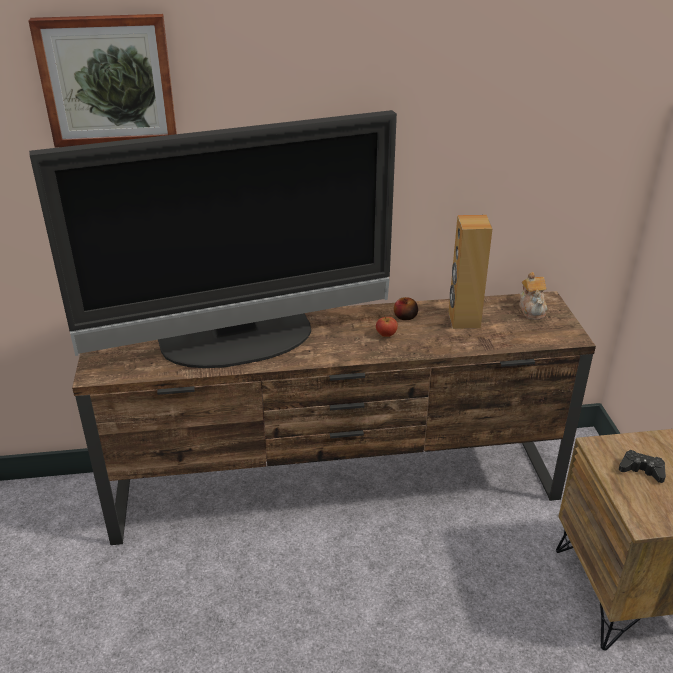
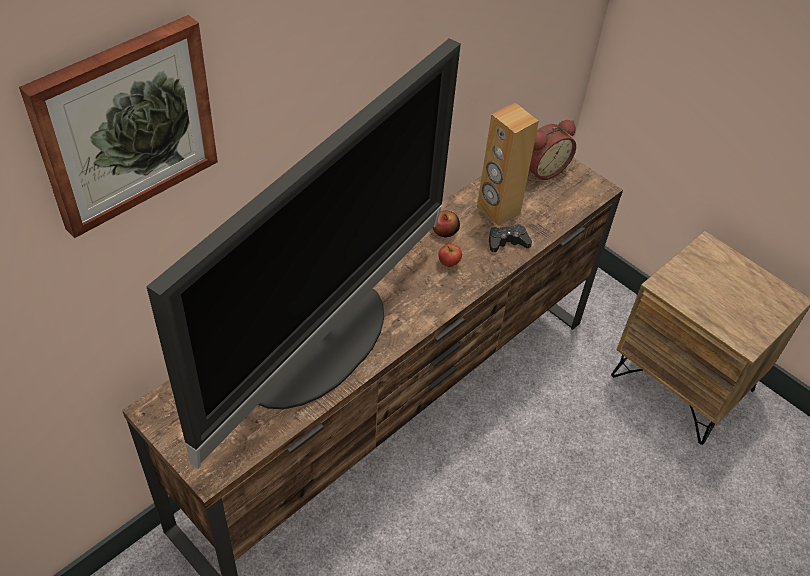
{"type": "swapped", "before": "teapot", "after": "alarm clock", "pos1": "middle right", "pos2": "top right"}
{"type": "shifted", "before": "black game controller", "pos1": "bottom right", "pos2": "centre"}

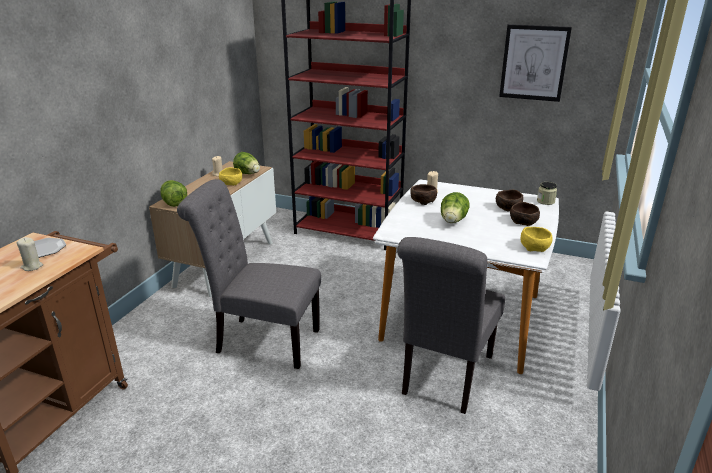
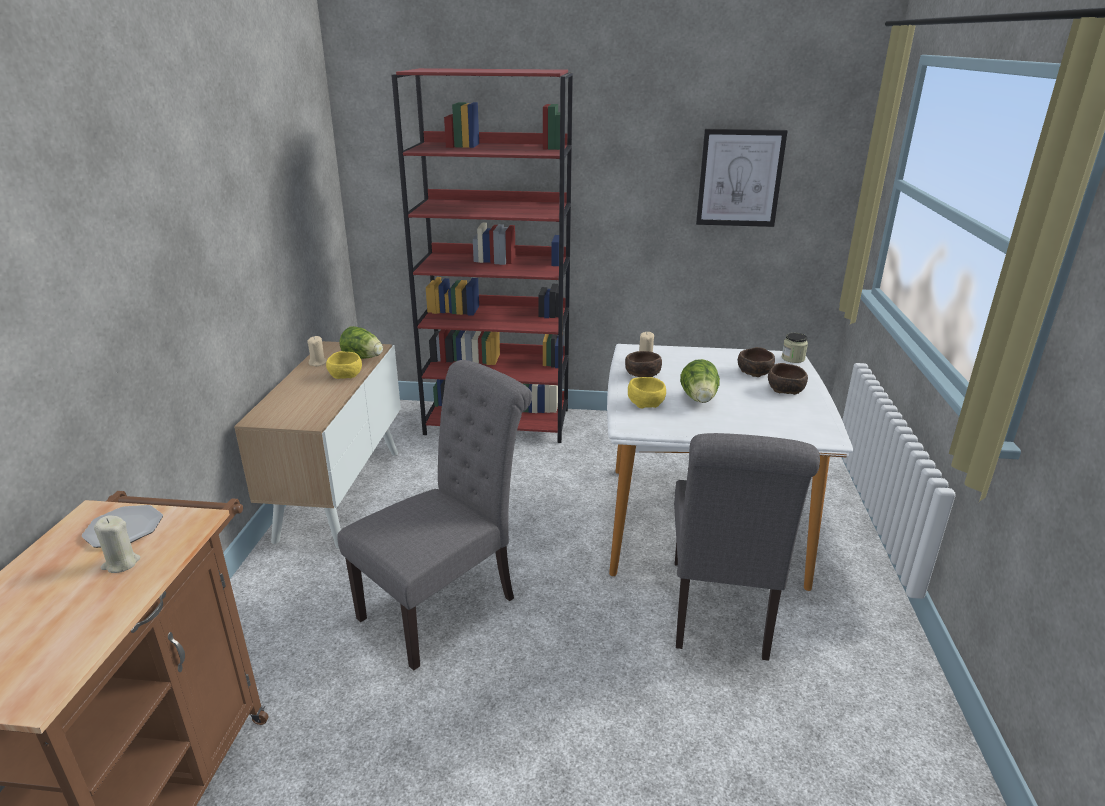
{"type": "gone", "before": "lettuce (no. 1 from left)", "pos1": "middle left"}
{"type": "rotated", "before": "grey chair (no. 1 from left)", "pos1": "centre", "pos2": "centre", "turn": 135}
{"type": "shifted", "before": "yellow bowl (no. 2 from left)", "pos1": "middle right", "pos2": "centre"}

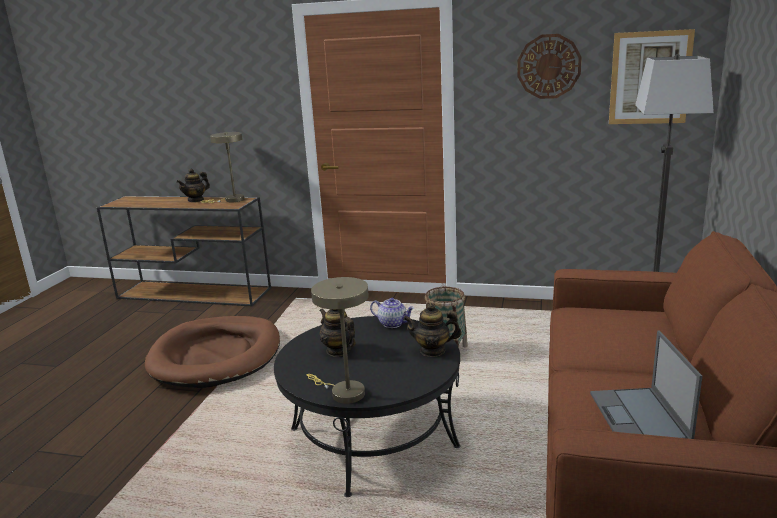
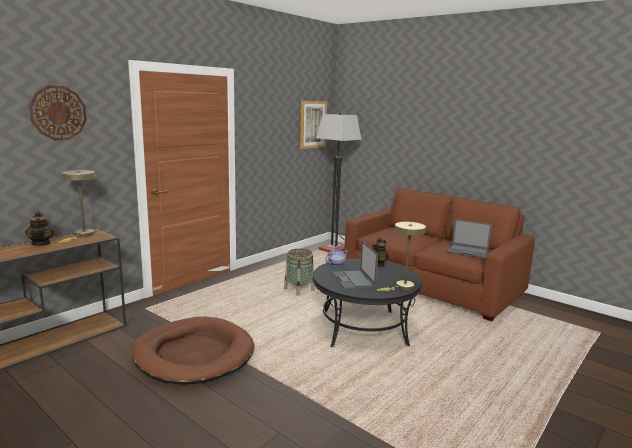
{"type": "swapped", "before": "teapot (no. 2 from left)", "after": "laptop (no. 1 from left)", "pos1": "centre", "pos2": "centre"}
{"type": "shifted", "before": "wall clock", "pos1": "top right", "pos2": "top left"}

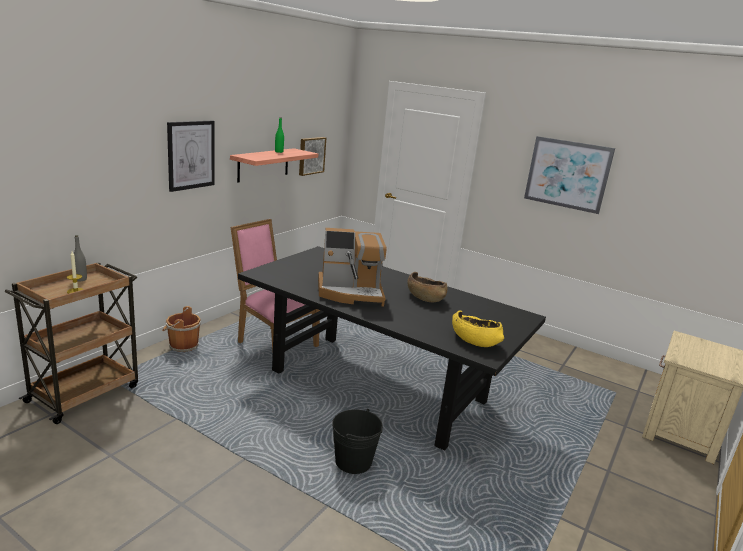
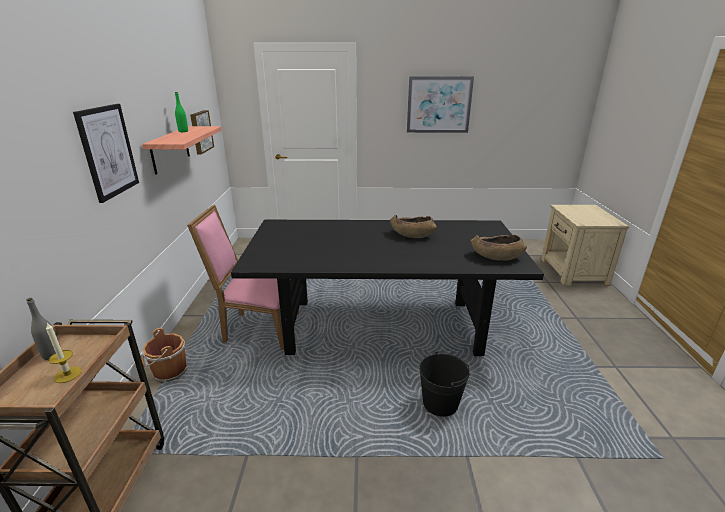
{"type": "gone", "before": "coffee machine", "pos1": "centre"}
{"type": "repainted", "before": "yellow bowl", "after": "brown bowl (no. 2 from left)", "pos1": "centre", "pos2": "middle right"}

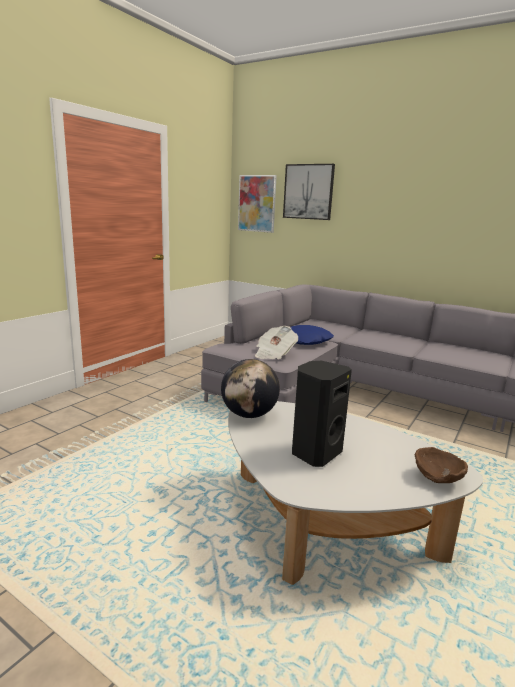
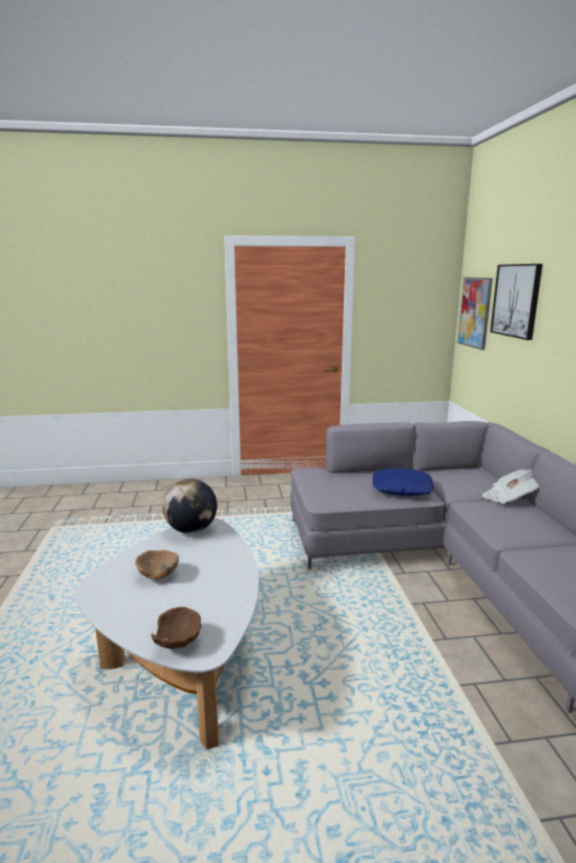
{"type": "shifted", "before": "newspaper", "pos1": "centre", "pos2": "middle right"}
{"type": "swapped", "before": "black speaker", "after": "brown bowl (no. 1 from left)", "pos1": "centre", "pos2": "middle left"}

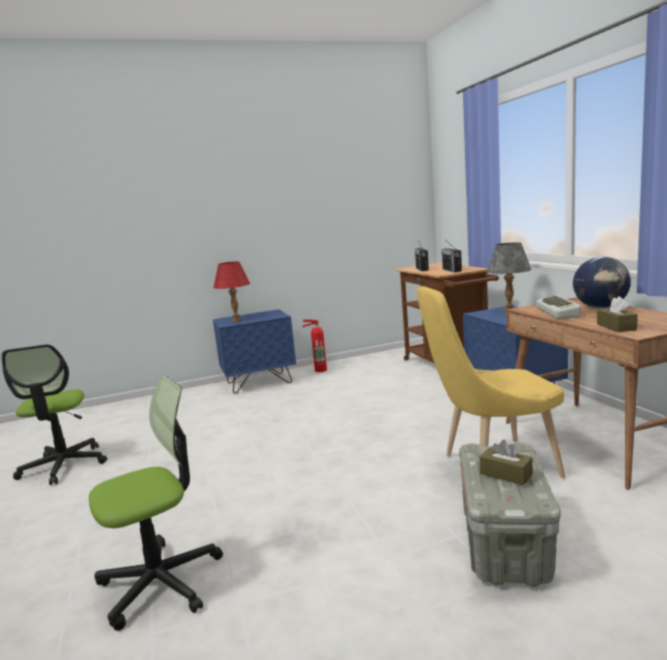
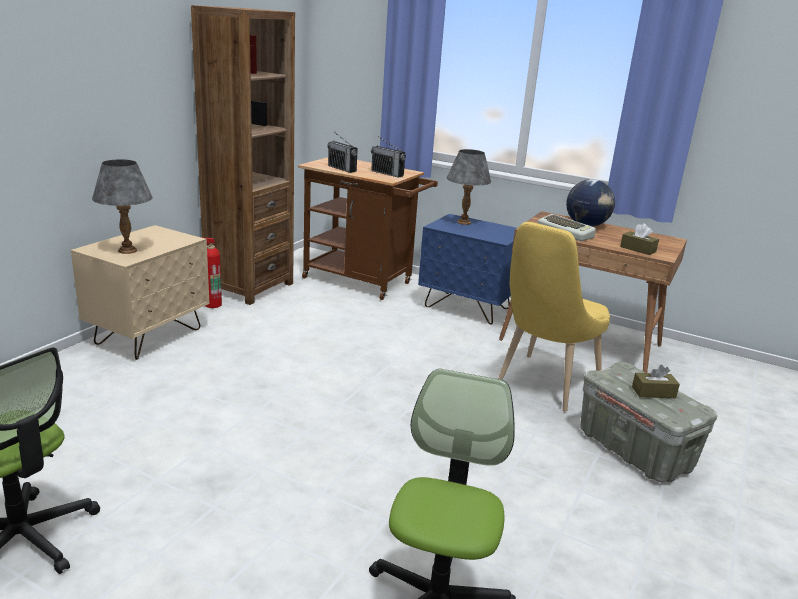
{"type": "repainted", "before": "blue nightstand (no. 1 from left)", "after": "beige nightstand", "pos1": "centre", "pos2": "middle left"}
{"type": "repainted", "before": "red table lamp", "after": "grey table lamp (no. 1 from left)", "pos1": "centre", "pos2": "middle left"}
{"type": "new", "after": "brown bookcase", "pos2": "top left"}

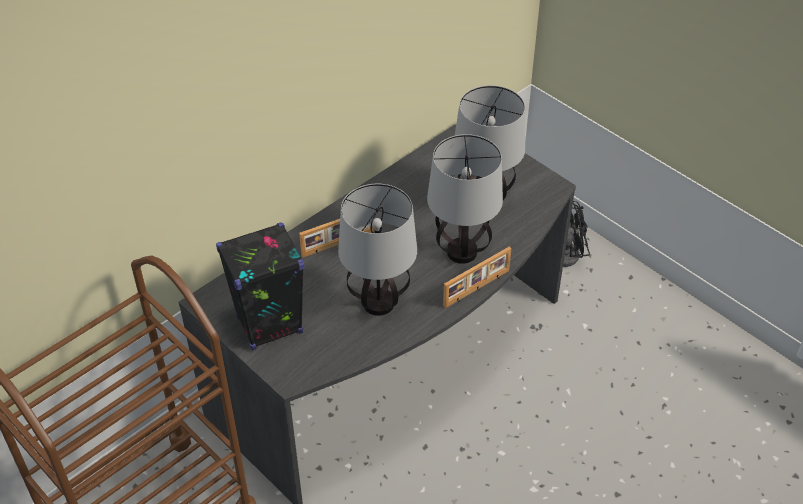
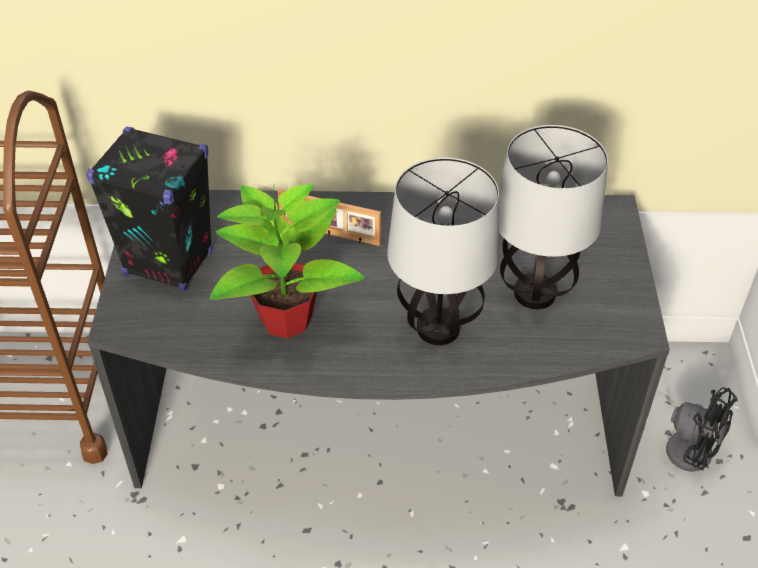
{"type": "swapped", "before": "table lamp (no. 1 from left)", "after": "potted plant", "pos1": "centre", "pos2": "centre"}
{"type": "gone", "before": "picture frame (no. 2 from left)", "pos1": "centre"}

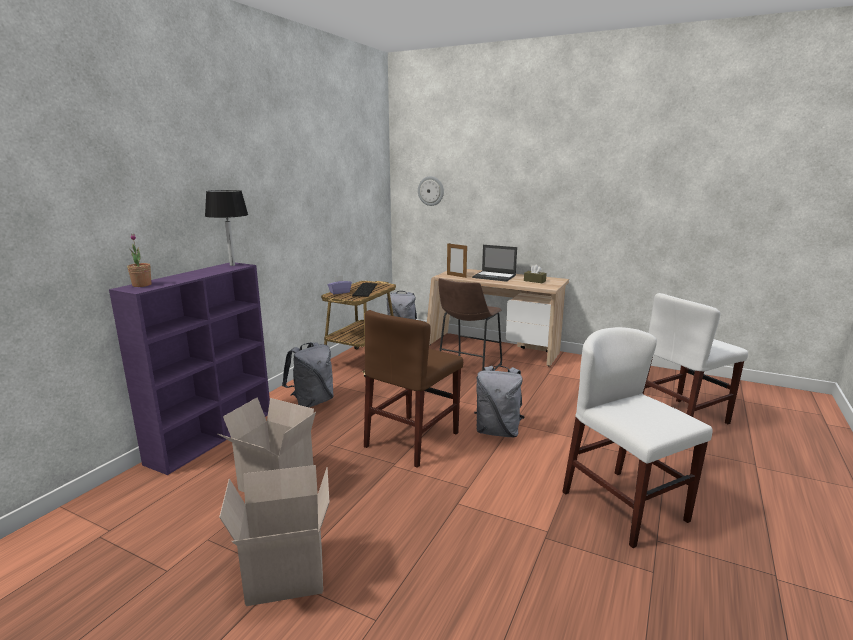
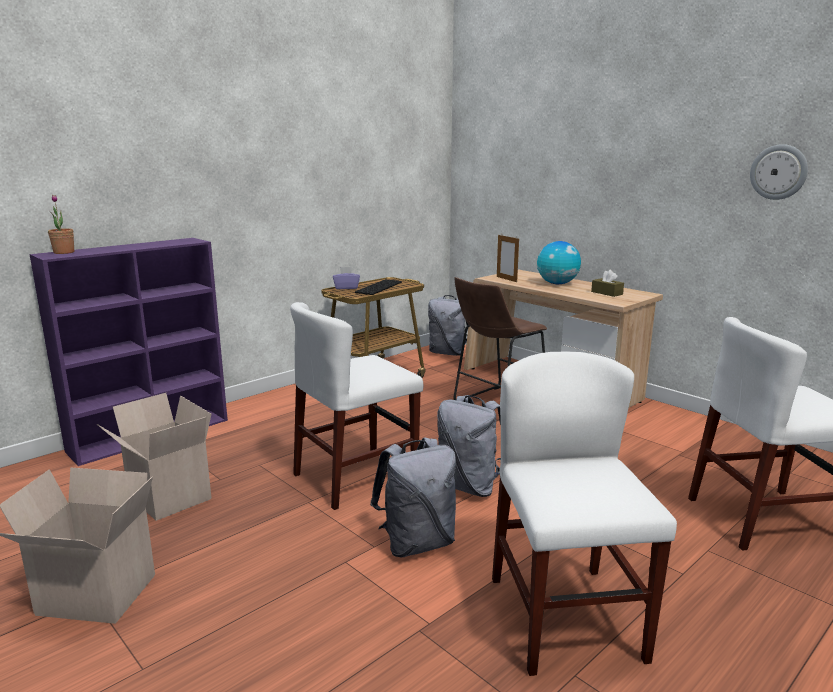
{"type": "gone", "before": "black table lamp", "pos1": "middle left"}
{"type": "shifted", "before": "grey backpack (no. 1 from left)", "pos1": "centre", "pos2": "bottom centre"}
{"type": "repainted", "before": "brown chair", "after": "white chair (no. 1 from left)", "pos1": "centre", "pos2": "centre"}
{"type": "shifted", "before": "wall clock", "pos1": "top centre", "pos2": "top right"}
{"type": "swapped", "before": "laptop", "after": "globe", "pos1": "centre", "pos2": "middle right"}

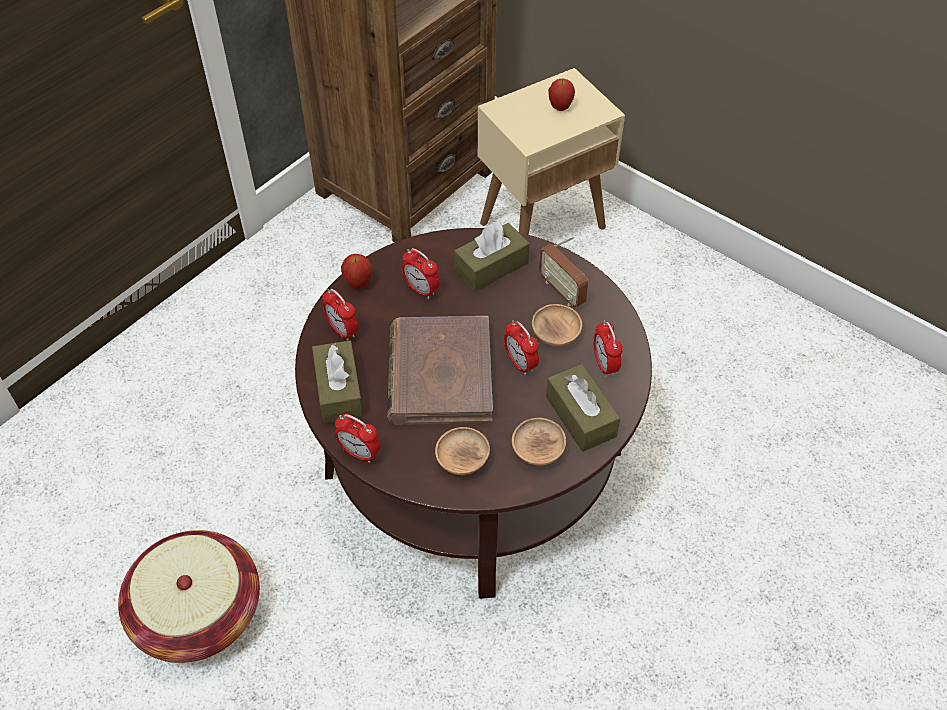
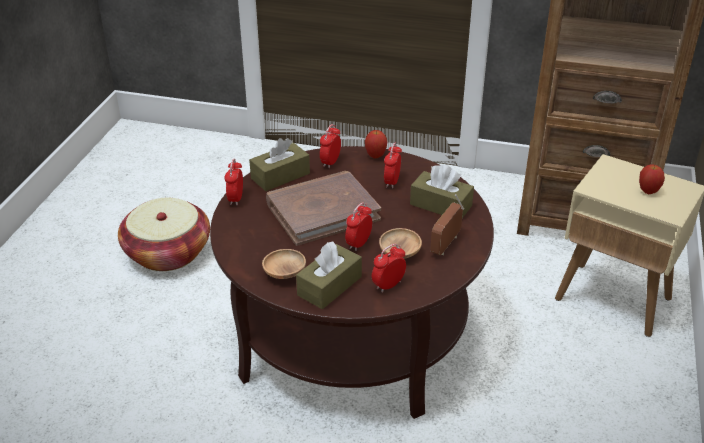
{"type": "gone", "before": "brown bowl (no. 1 from left)", "pos1": "centre"}

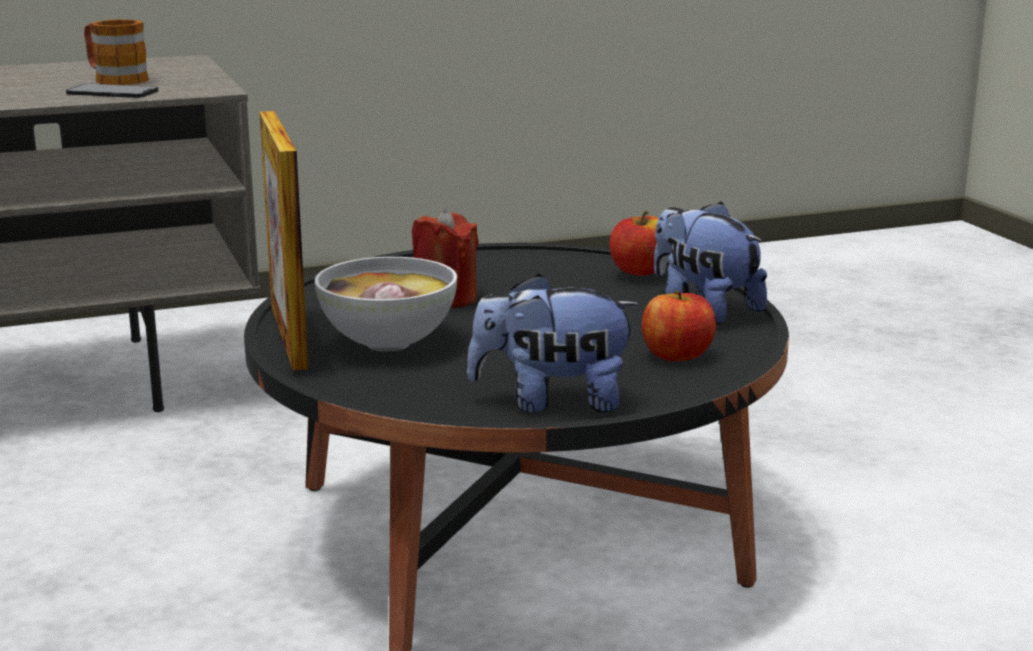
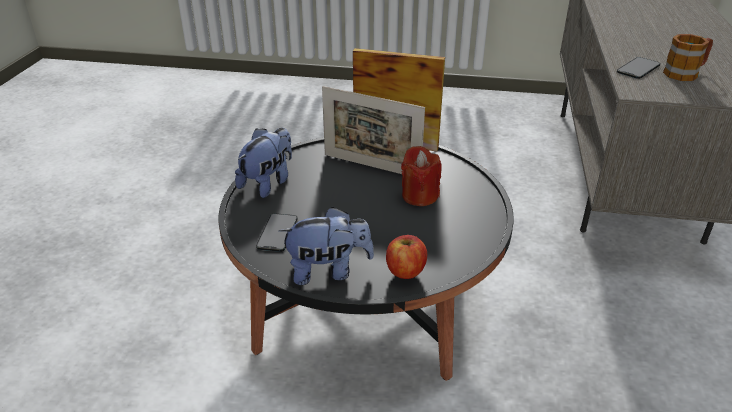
{"type": "swapped", "before": "bowl", "after": "picture frame (no. 1 from left)", "pos1": "centre", "pos2": "top centre"}
{"type": "swapped", "before": "apple (no. 2 from left)", "after": "phone (no. 1 from left)", "pos1": "centre", "pos2": "centre"}

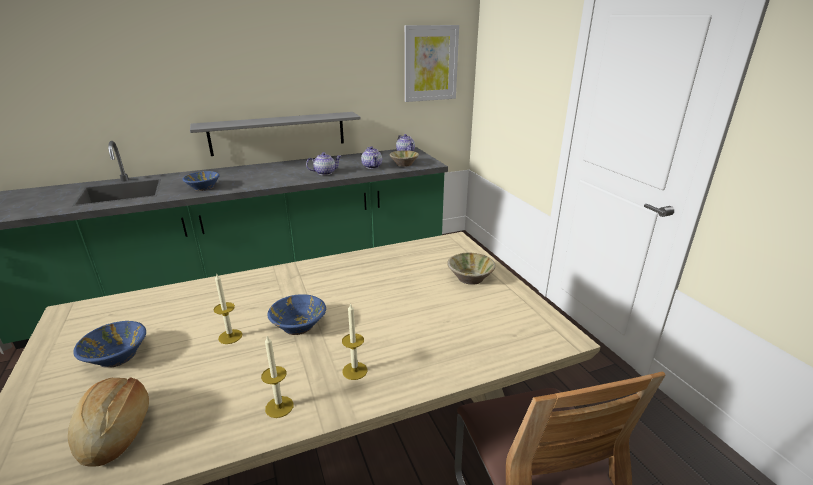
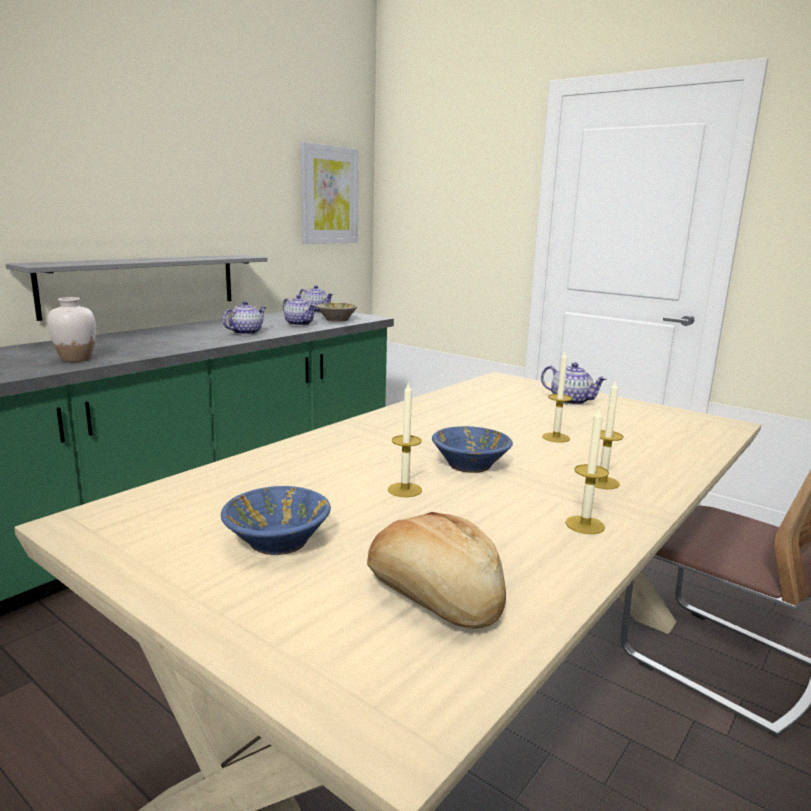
{"type": "swapped", "before": "blue bowl (no. 2 from left)", "after": "white vase", "pos1": "middle left", "pos2": "middle left"}
{"type": "swapped", "before": "beige bowl (no. 2 from left)", "after": "teapot (no. 4 from left)", "pos1": "centre", "pos2": "middle right"}
{"type": "new", "after": "candle (no. 2 from left)", "pos2": "middle right"}

